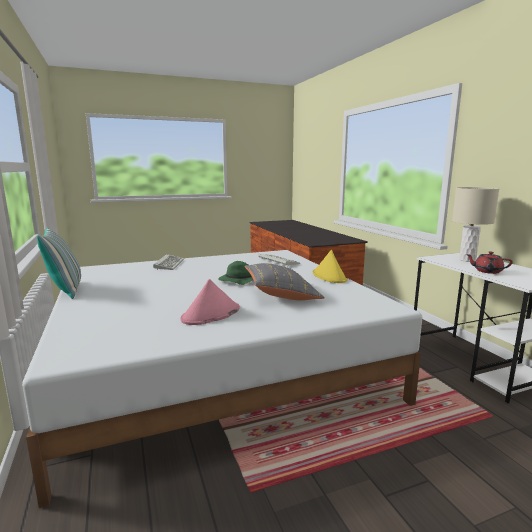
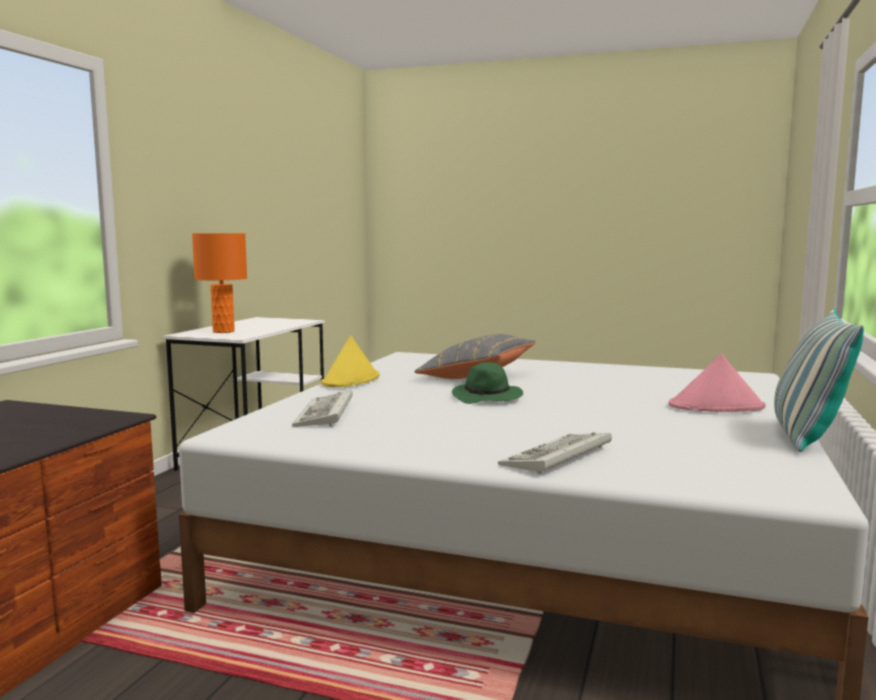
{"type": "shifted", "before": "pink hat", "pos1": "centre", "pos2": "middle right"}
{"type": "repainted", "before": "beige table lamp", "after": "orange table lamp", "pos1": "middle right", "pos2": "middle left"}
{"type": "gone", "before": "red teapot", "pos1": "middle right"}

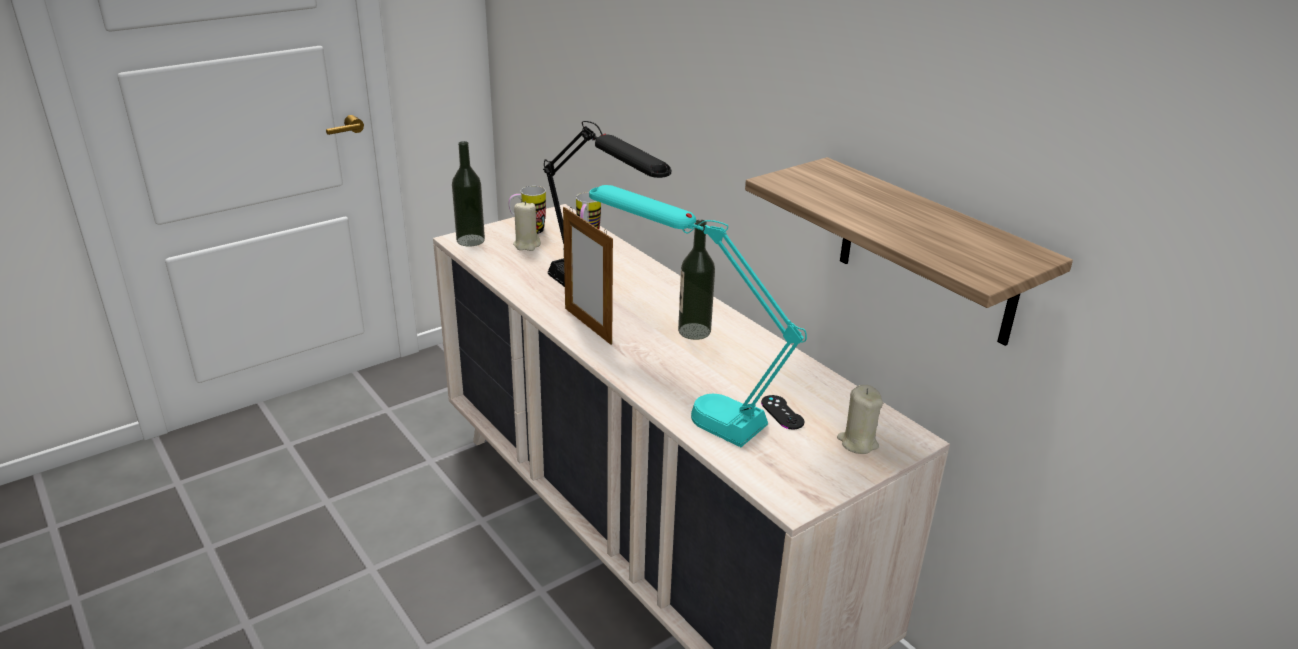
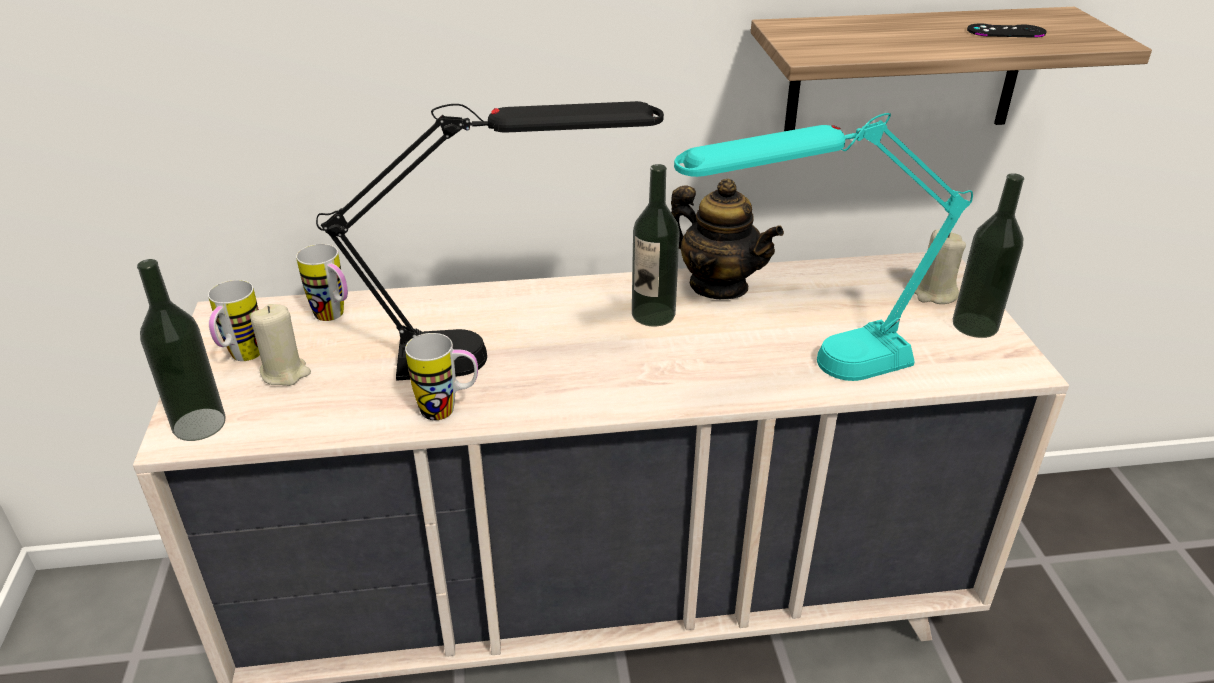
{"type": "gone", "before": "picture frame", "pos1": "centre"}
{"type": "shifted", "before": "black game controller", "pos1": "centre", "pos2": "top right"}
{"type": "new", "after": "mug (no. 3 from left)", "pos2": "centre"}
{"type": "new", "after": "teapot", "pos2": "centre"}
{"type": "new", "after": "bottle (no. 3 from left)", "pos2": "middle right"}

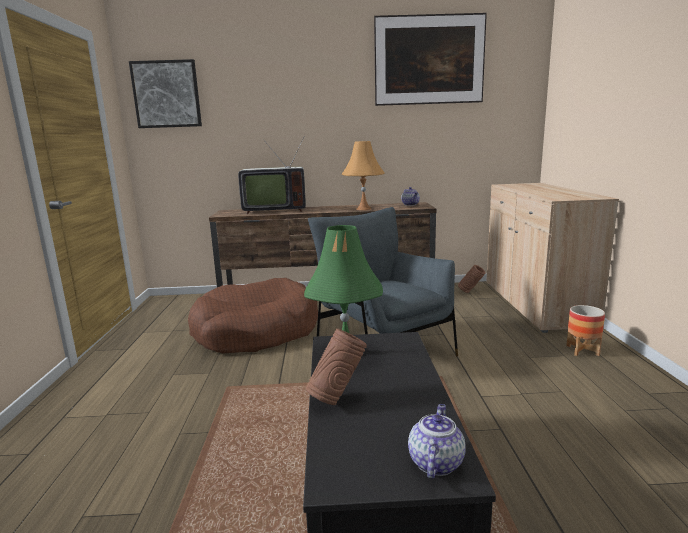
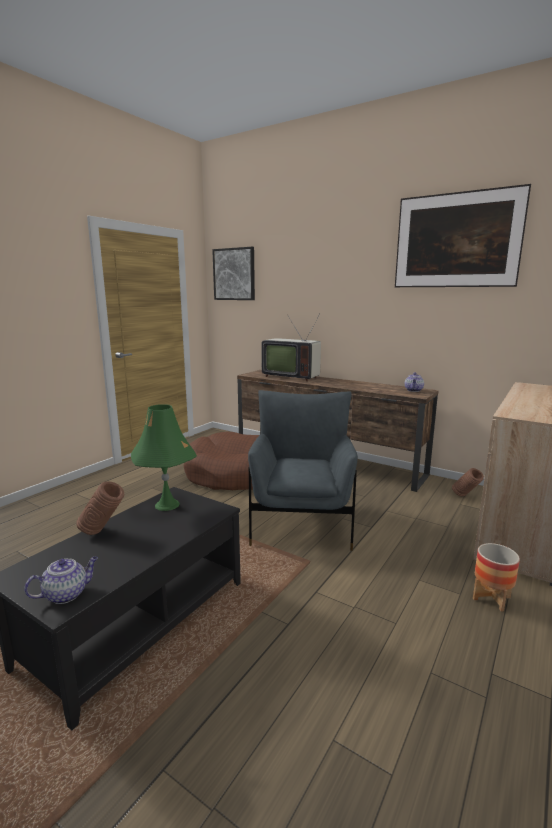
{"type": "gone", "before": "orange table lamp", "pos1": "top centre"}

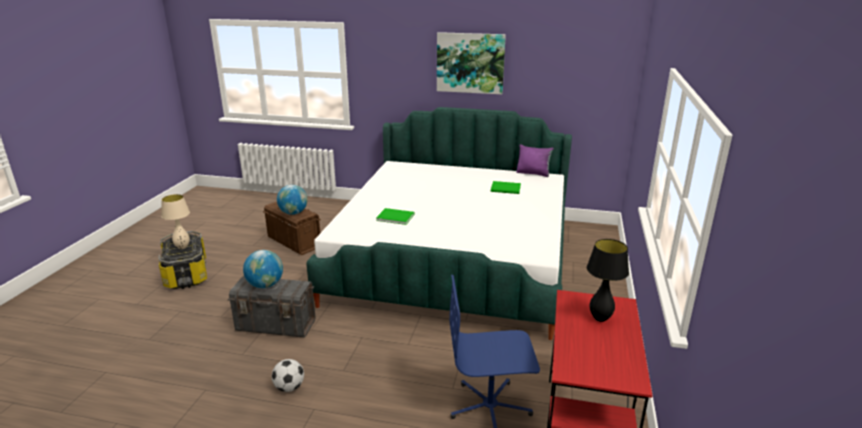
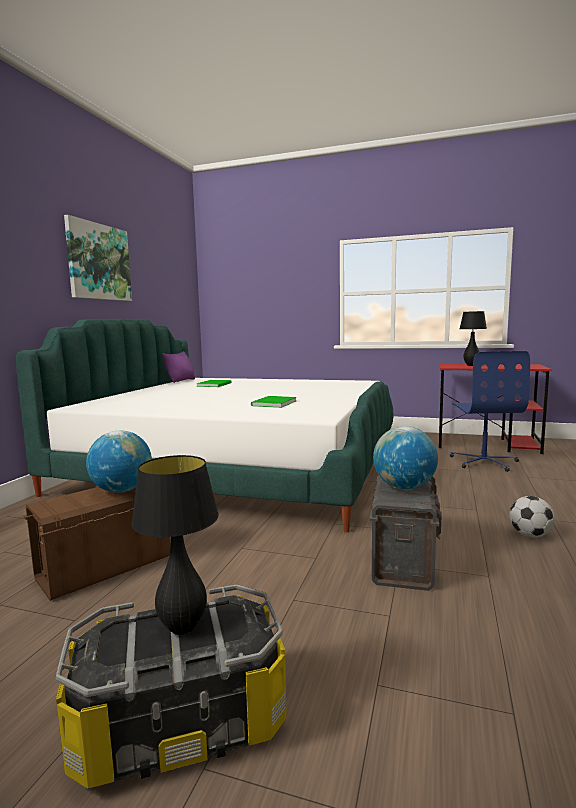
{"type": "repainted", "before": "beige table lamp", "after": "black table lamp (no. 1 from left)", "pos1": "middle left", "pos2": "bottom left"}

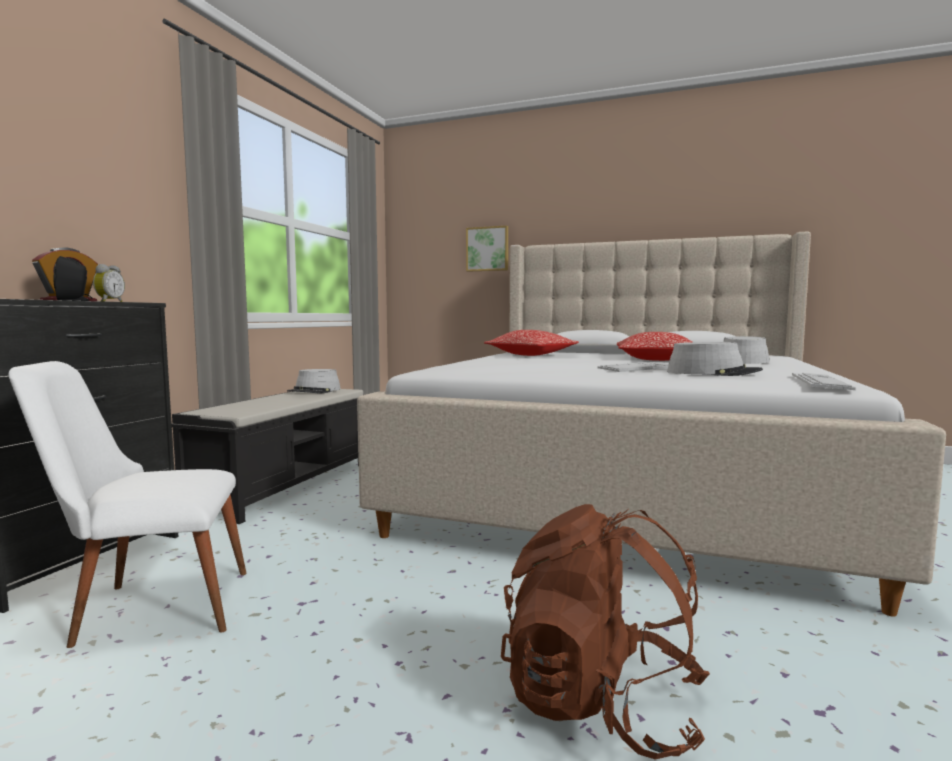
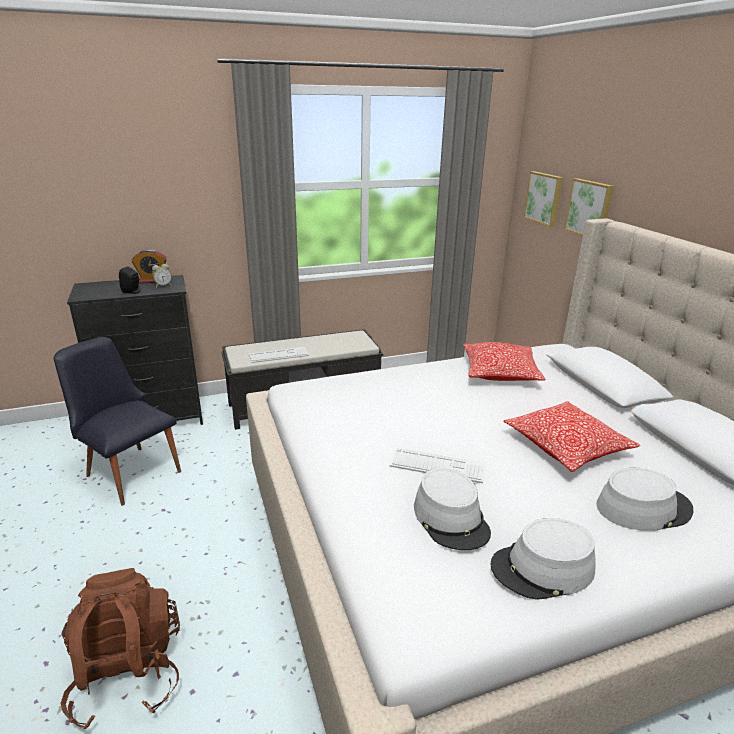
{"type": "repainted", "before": "white chair", "after": "black chair", "pos1": "middle left", "pos2": "middle left"}
{"type": "shifted", "before": "grey hat (no. 1 from left in the first image)", "after": "grey hat (no. 2 from left)", "pos1": "middle left", "pos2": "bottom right"}
{"type": "shifted", "before": "keyboard (no. 2 from left in the first image)", "after": "keyboard (no. 1 from left)", "pos1": "middle right", "pos2": "centre"}
{"type": "new", "after": "picture (no. 1 from left)", "pos2": "top right"}

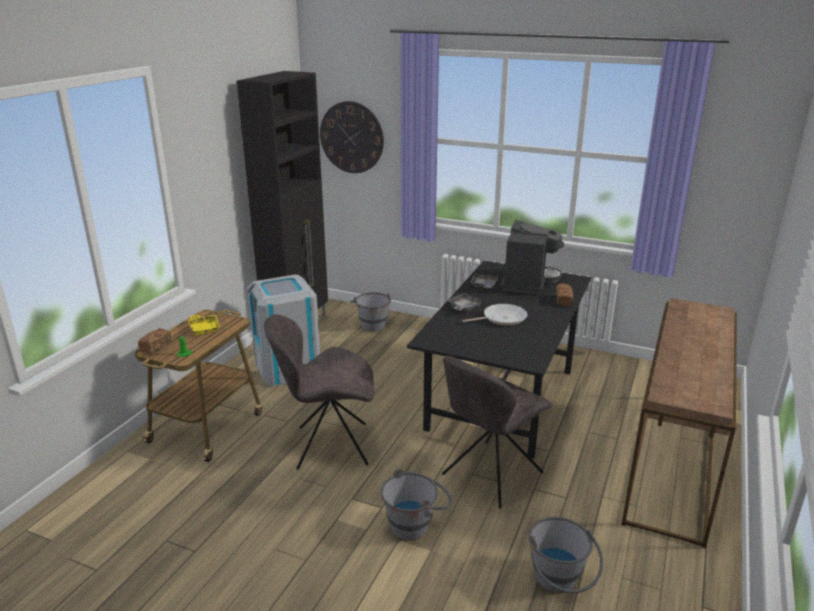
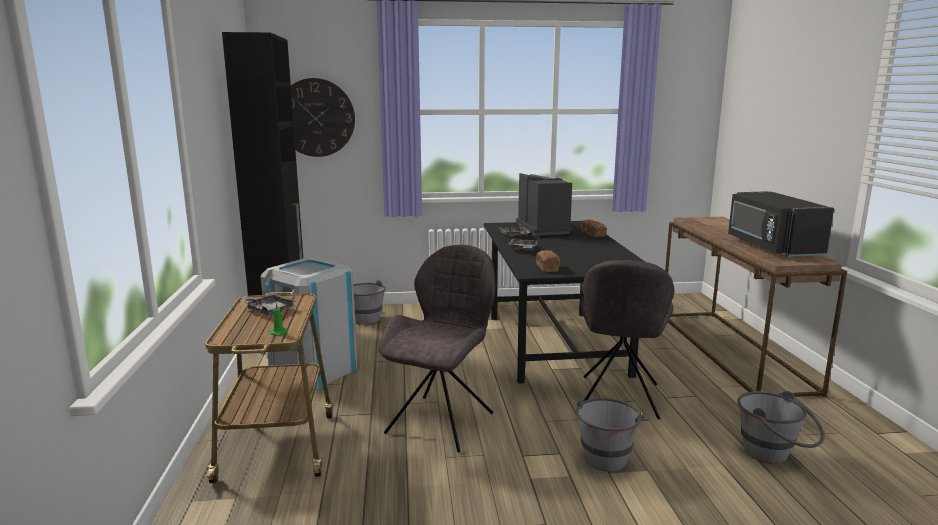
{"type": "shifted", "before": "bread (no. 1 from left)", "pos1": "middle left", "pos2": "centre"}
{"type": "repainted", "before": "yellow tray", "after": "grey tray (no. 1 from left)", "pos1": "middle left", "pos2": "middle left"}
{"type": "rotated", "before": "grey chair (no. 1 from left)", "pos1": "centre", "pos2": "centre", "turn": 150}
{"type": "gone", "before": "frying pan", "pos1": "centre"}
{"type": "new", "after": "black microwave", "pos2": "middle right"}

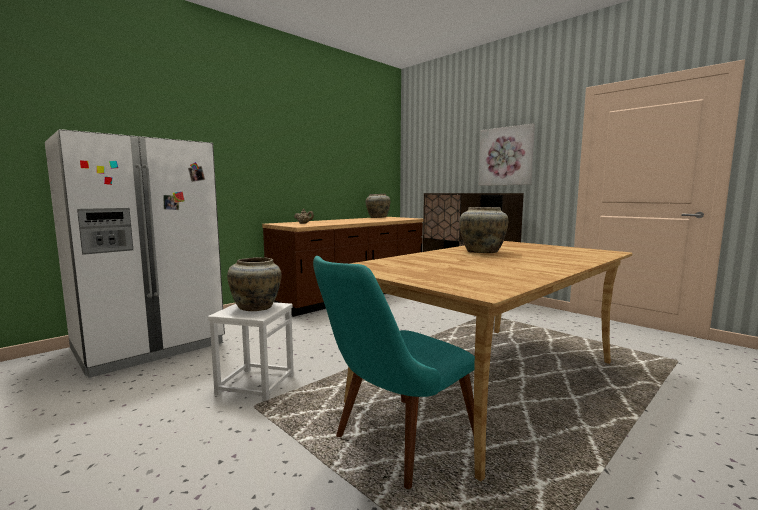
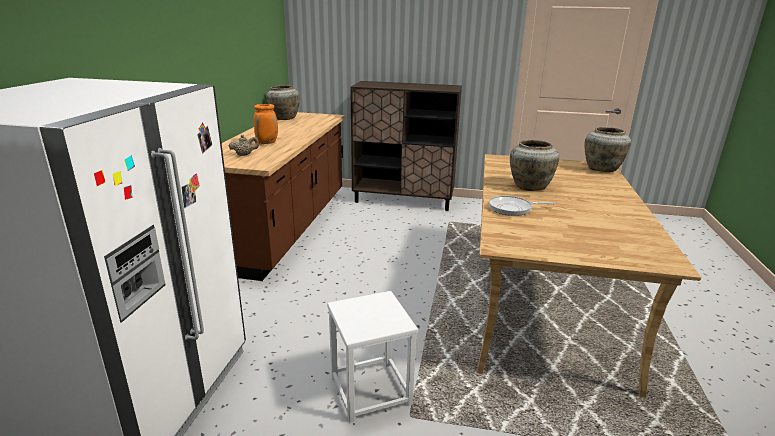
{"type": "shifted", "before": "beige vase (no. 1 from left in the first image)", "after": "beige vase (no. 3 from left)", "pos1": "centre", "pos2": "middle right"}
{"type": "gone", "before": "turquoise chair", "pos1": "bottom centre"}
{"type": "gone", "before": "picture", "pos1": "top right"}
{"type": "new", "after": "orange vase", "pos2": "top centre"}
{"type": "new", "after": "frying pan", "pos2": "middle right"}

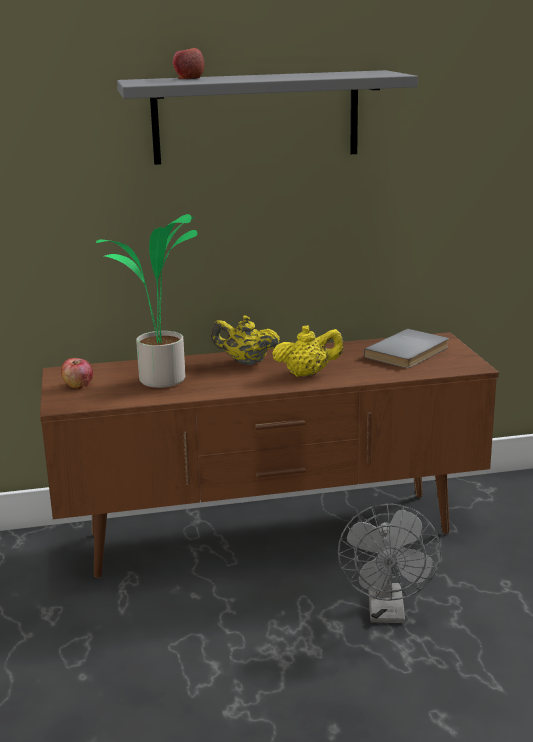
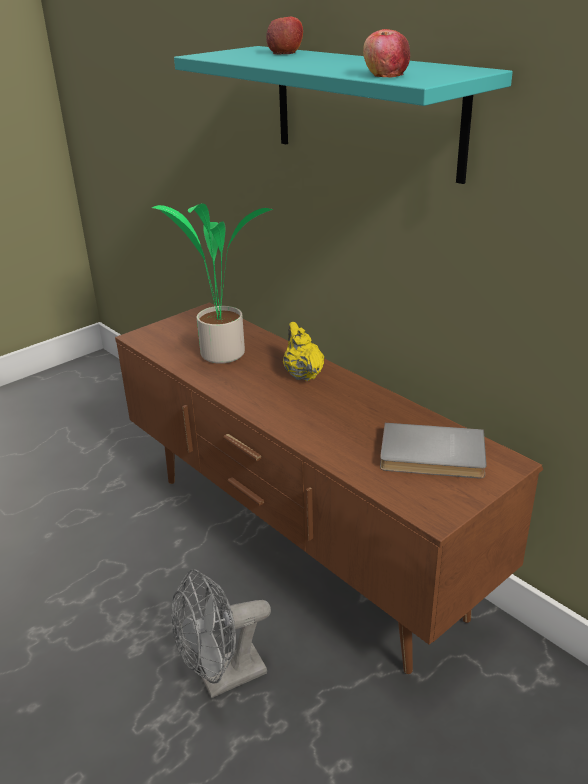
{"type": "shifted", "before": "apple (no. 1 from left in the first image)", "after": "apple (no. 2 from left)", "pos1": "middle left", "pos2": "top centre"}
{"type": "repainted", "before": "grey shelf", "after": "turquoise shelf", "pos1": "top centre", "pos2": "top centre"}
{"type": "gone", "before": "yellow teapot (no. 2 from left)", "pos1": "centre"}

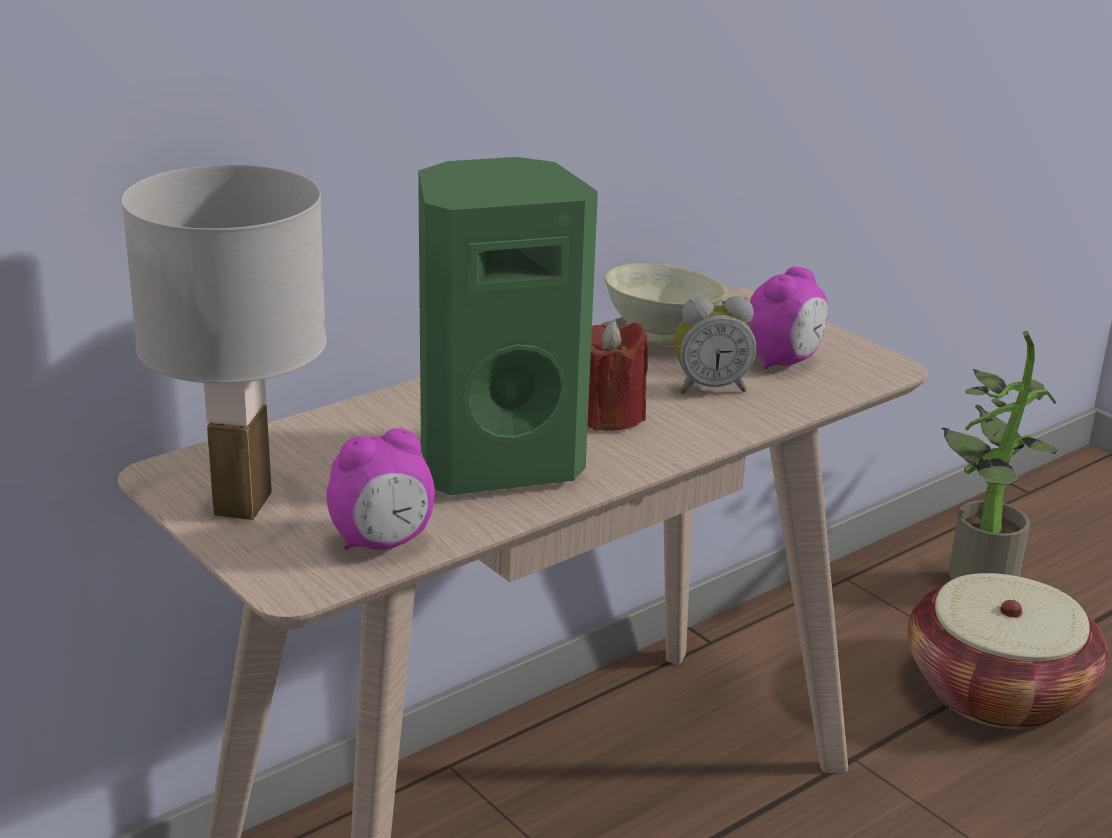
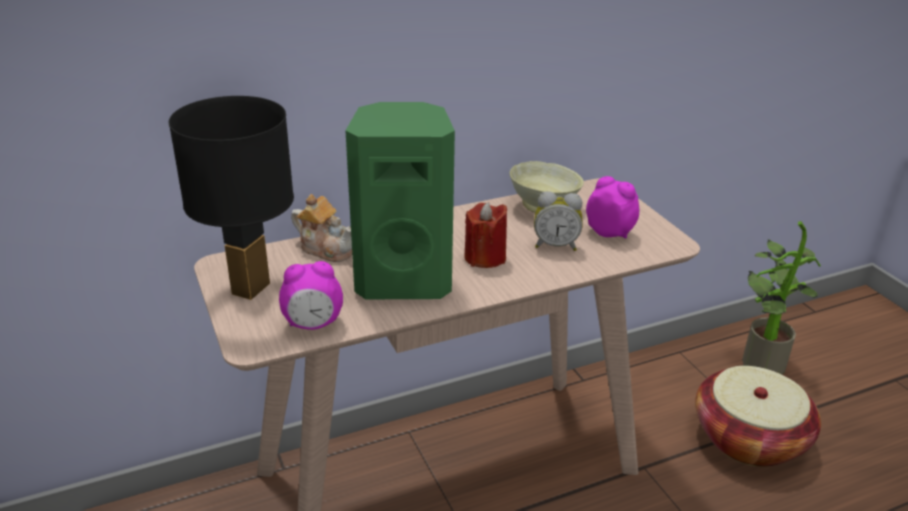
{"type": "repainted", "before": "white table lamp", "after": "black table lamp", "pos1": "middle left", "pos2": "middle left"}
{"type": "rotated", "before": "alarm clock (no. 3 from left)", "pos1": "middle right", "pos2": "middle right", "turn": -105}
{"type": "new", "after": "teapot", "pos2": "centre"}

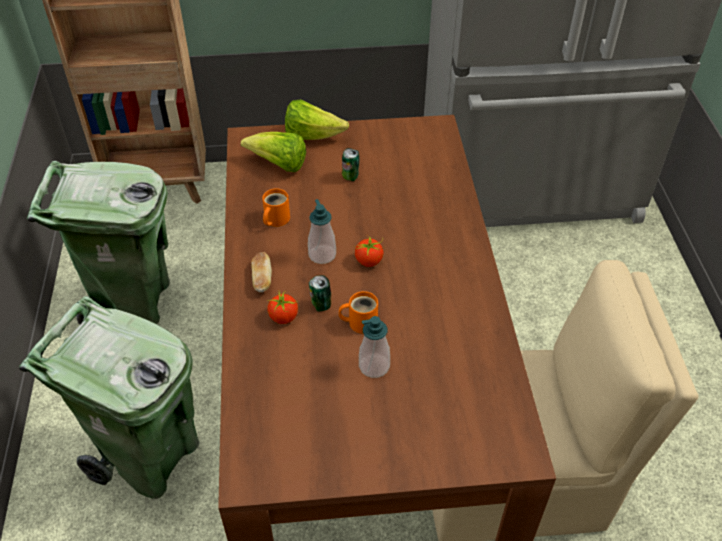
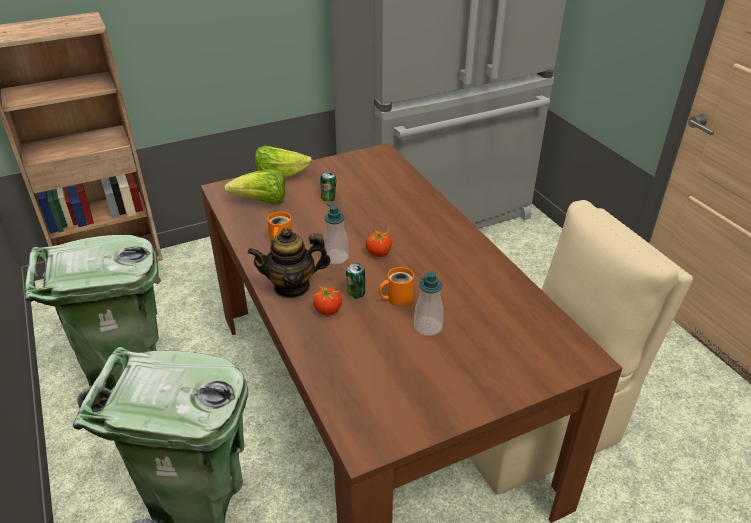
{"type": "swapped", "before": "bread", "after": "teapot", "pos1": "centre", "pos2": "centre"}

